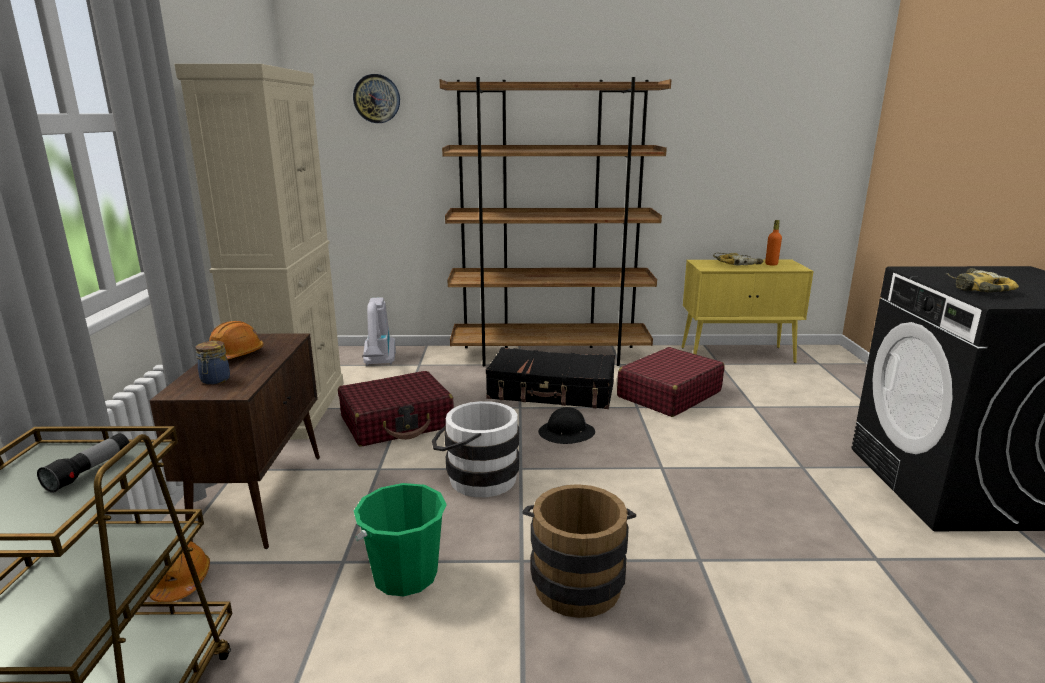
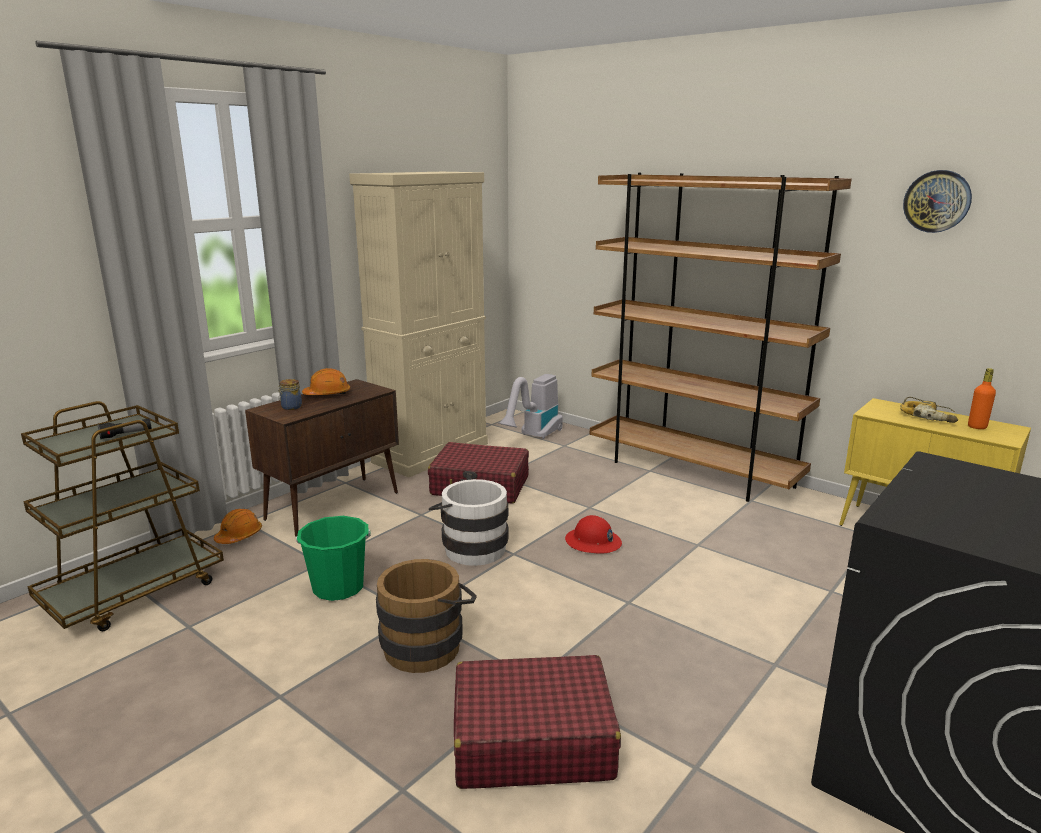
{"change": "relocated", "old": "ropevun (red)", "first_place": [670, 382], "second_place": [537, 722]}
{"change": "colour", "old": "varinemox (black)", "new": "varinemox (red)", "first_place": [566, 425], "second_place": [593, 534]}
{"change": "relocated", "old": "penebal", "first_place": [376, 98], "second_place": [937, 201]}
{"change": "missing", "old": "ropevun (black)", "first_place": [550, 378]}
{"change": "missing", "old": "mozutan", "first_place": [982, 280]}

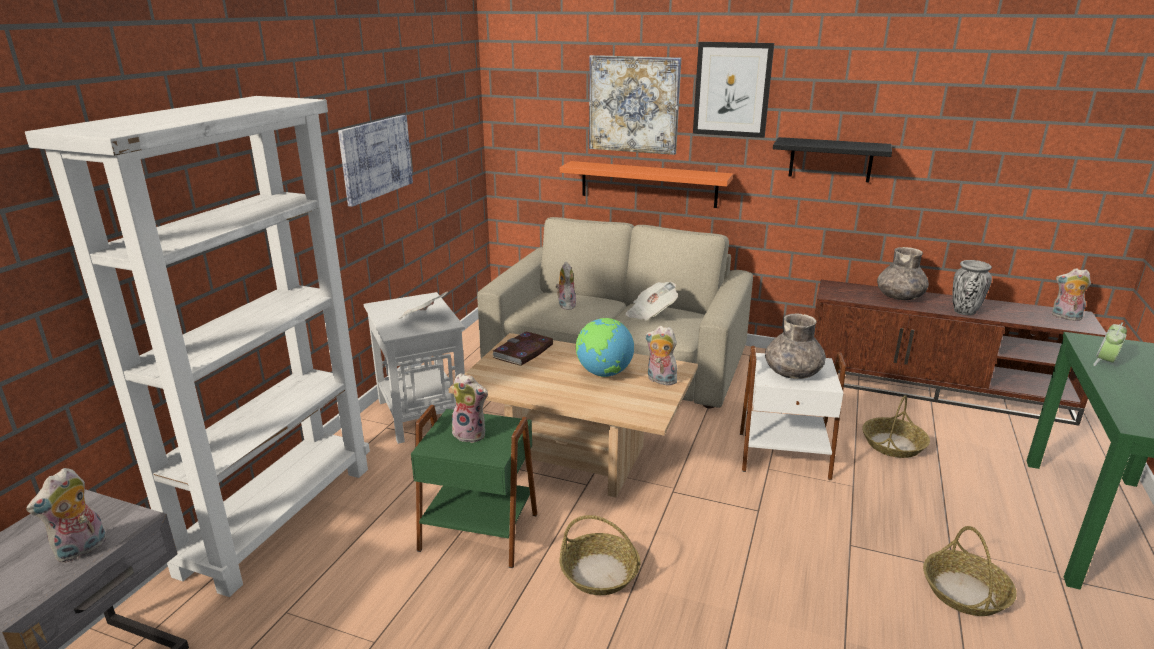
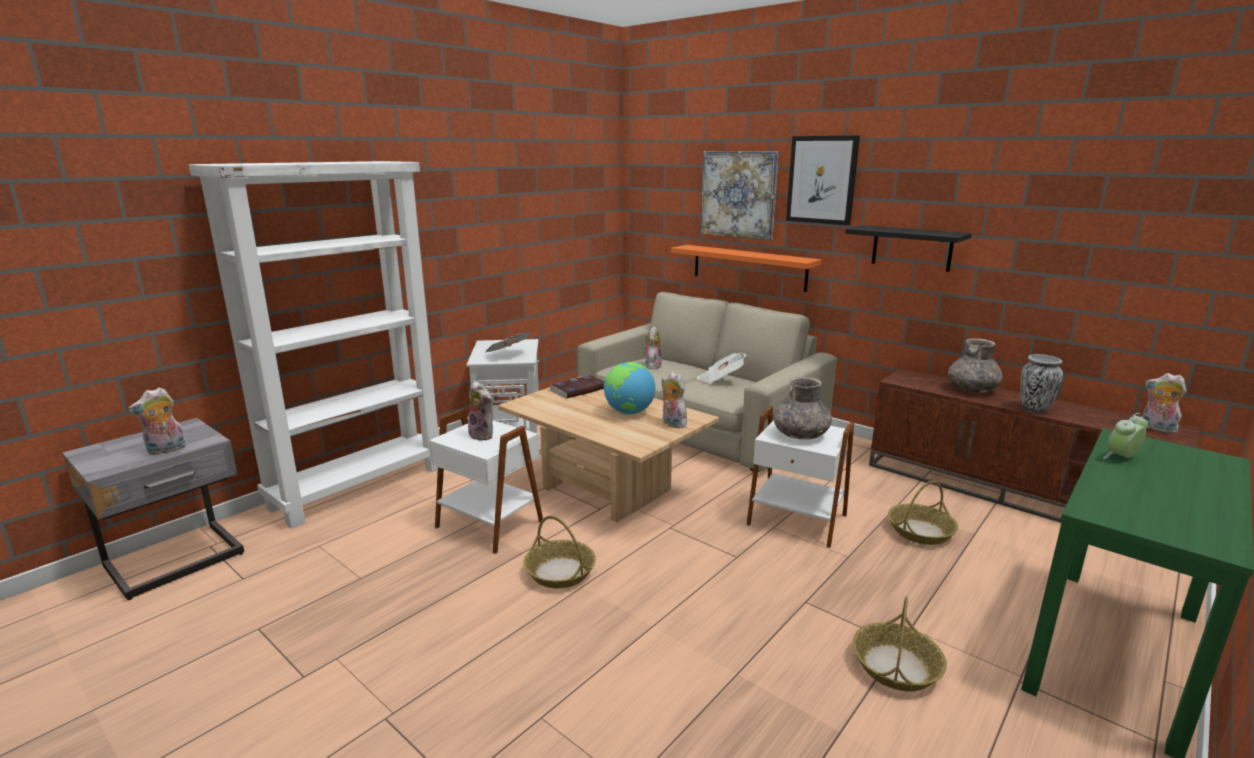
{"change": "colour", "old": "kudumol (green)", "new": "kudumol (white)", "first_place": [474, 486], "second_place": [486, 481]}
{"change": "missing", "old": "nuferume", "first_place": [375, 161]}

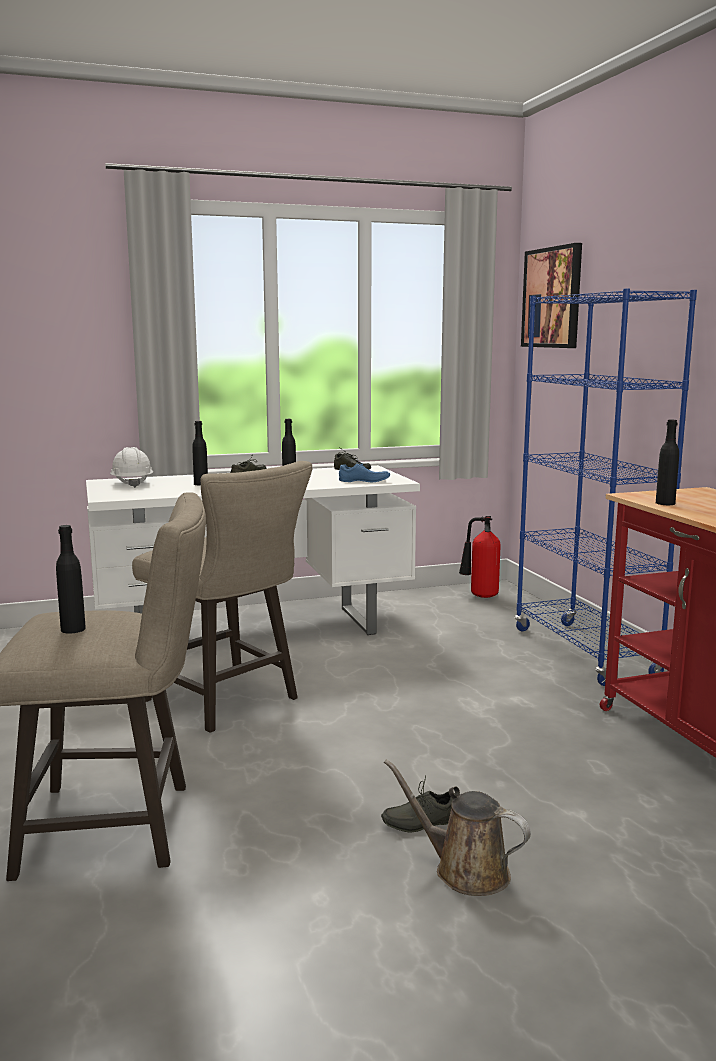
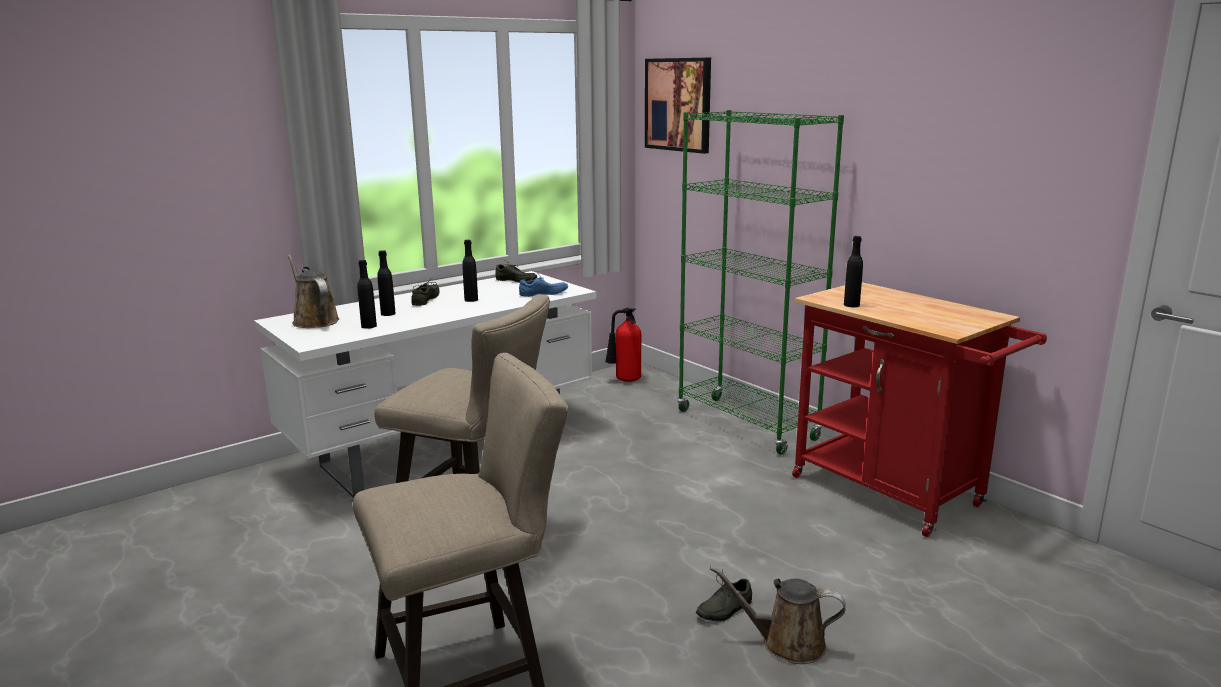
{"change": "exchanged", "old": "varinemox (white)", "new": "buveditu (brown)", "first_place": [131, 467], "second_place": [314, 291]}
{"change": "relocated", "old": "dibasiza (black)", "first_place": [71, 579], "second_place": [367, 294]}
{"change": "colour", "old": "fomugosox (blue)", "new": "fomugosox (green)", "first_place": [605, 487], "second_place": [760, 282]}

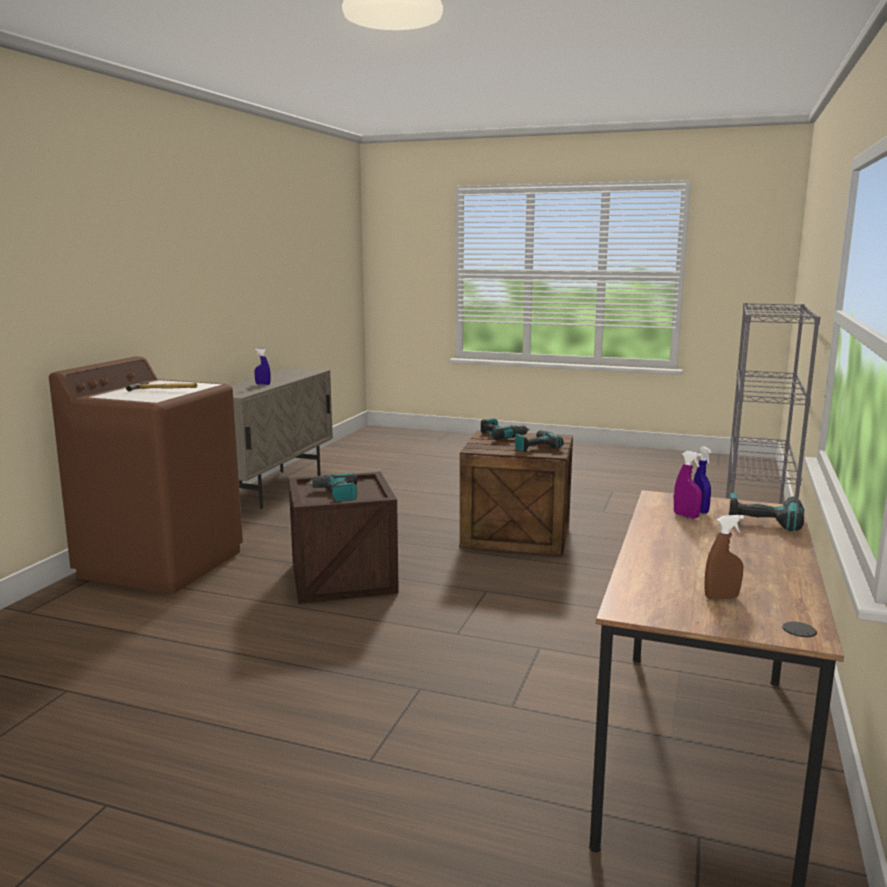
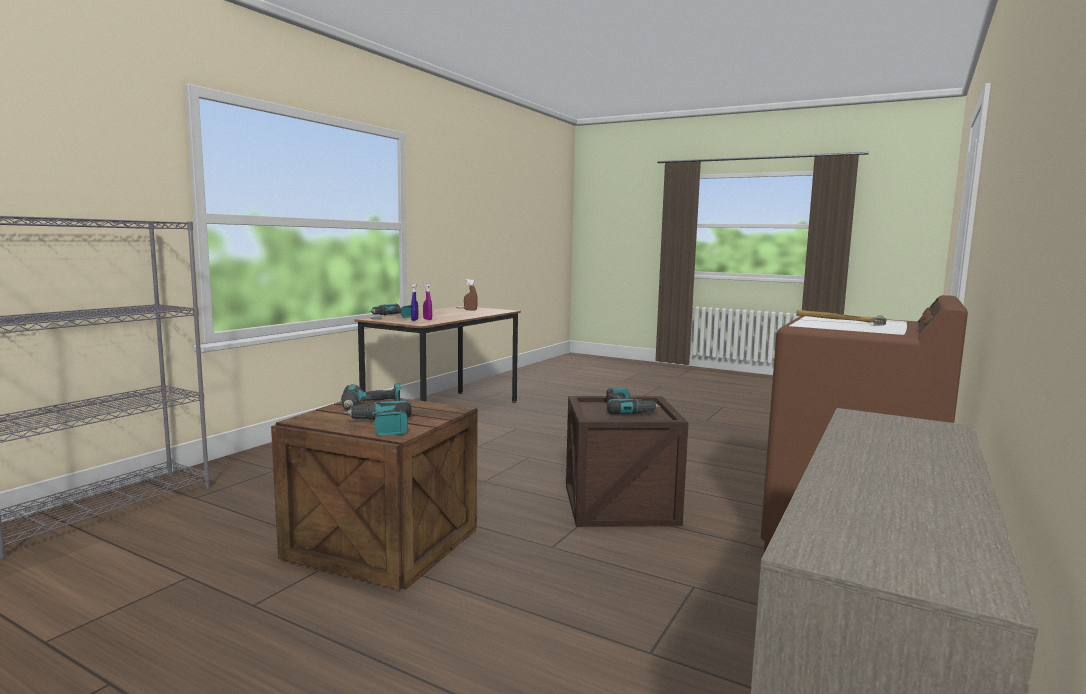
{"change": "missing", "old": "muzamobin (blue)", "first_place": [262, 366]}

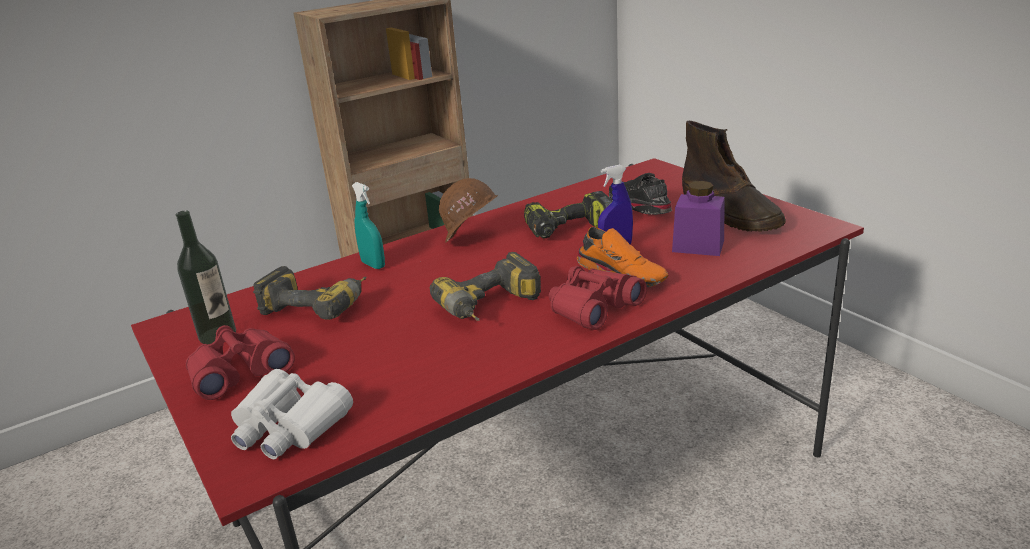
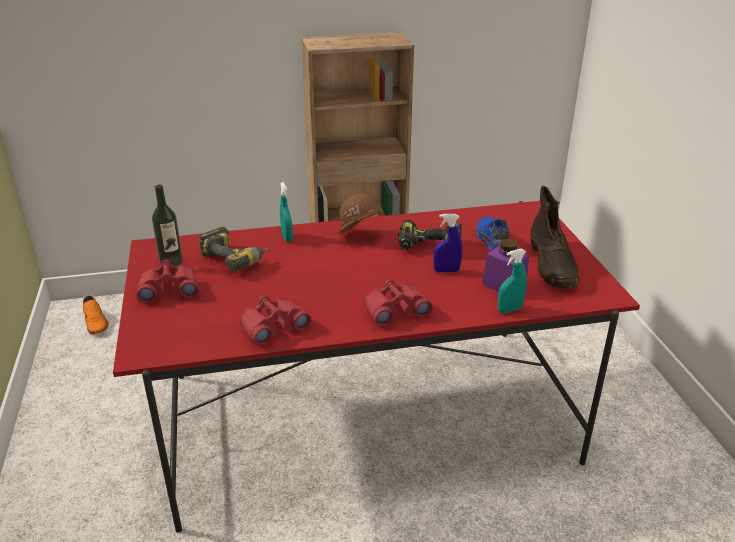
{"change": "relocated", "old": "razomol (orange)", "first_place": [622, 257], "second_place": [96, 315]}
{"change": "appeared", "new": "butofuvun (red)", "second_place": [275, 321]}
{"change": "colour", "old": "razomol (black)", "new": "razomol (blue)", "first_place": [640, 194], "second_place": [493, 234]}
{"change": "appeared", "new": "muzamobin (turquoise)", "second_place": [512, 281]}
{"change": "missing", "old": "butofuvun (white)", "first_place": [292, 414]}
{"change": "missing", "old": "mozutan", "first_place": [485, 286]}

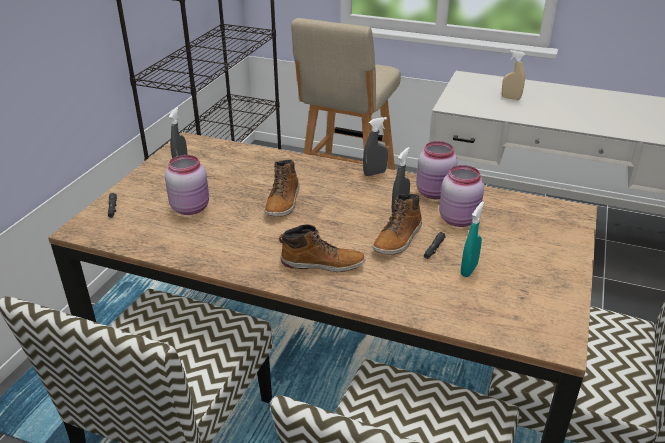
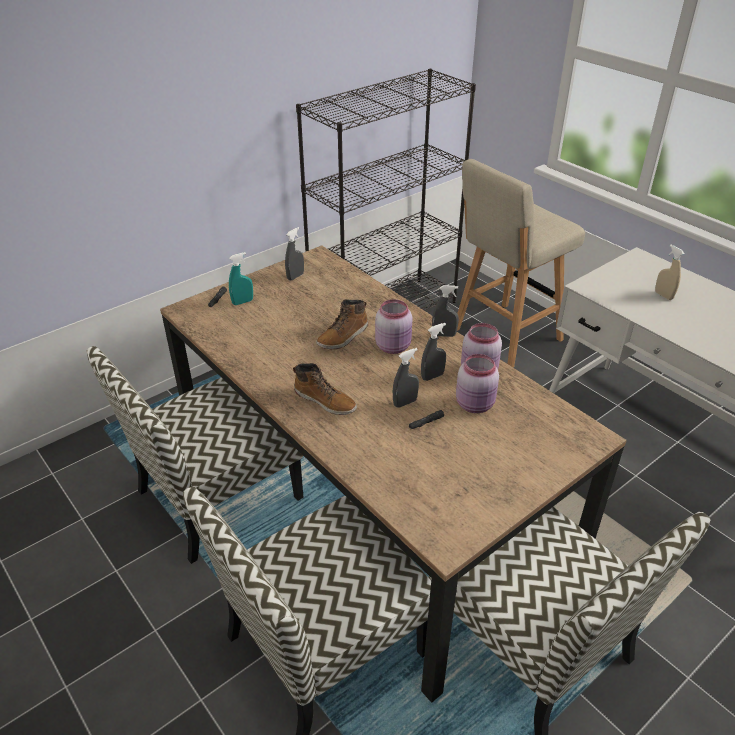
{"change": "relocated", "old": "muzamobin (turquoise)", "first_place": [472, 239], "second_place": [241, 278]}
{"change": "relocated", "old": "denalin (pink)", "first_place": [187, 185], "second_place": [393, 326]}
{"change": "exchanged", "old": "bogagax", "new": "muzamobin (grey)", "first_place": [397, 224], "second_place": [406, 378]}

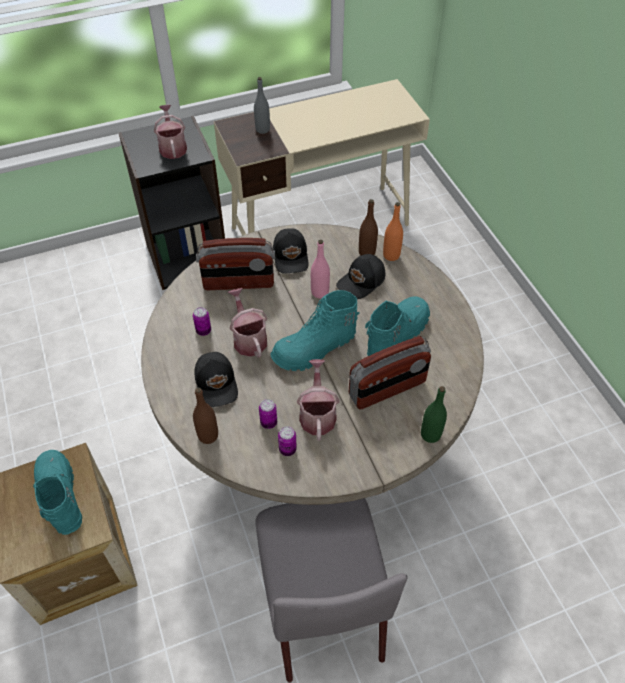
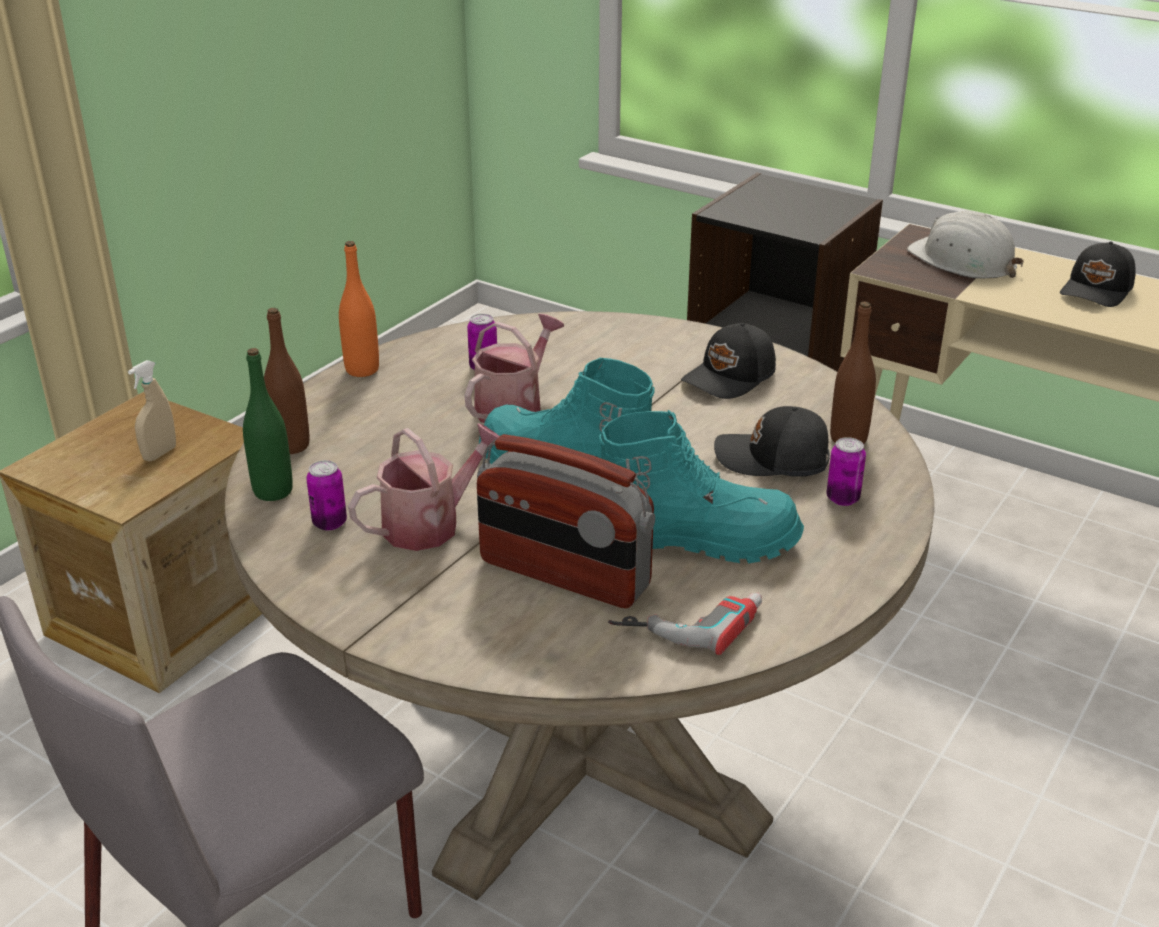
{"change": "exchanged", "old": "bogagax (turquoise)", "new": "muzamobin (beige)", "first_place": [57, 492], "second_place": [152, 410]}
{"change": "relocated", "old": "dibasiza (green)", "first_place": [434, 414], "second_place": [268, 424]}
{"change": "relocated", "old": "dibasiza (orange)", "first_place": [393, 231], "second_place": [359, 309]}
{"change": "appeared", "new": "mozutan", "second_place": [685, 624]}
{"change": "relocated", "old": "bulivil", "first_place": [268, 414], "second_place": [846, 471]}
{"change": "exchanged", "old": "dibasiza (grey)", "new": "varinemox (white)", "first_place": [262, 105], "second_place": [965, 244]}
{"change": "relocated", "old": "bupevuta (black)", "first_place": [216, 379], "second_place": [1098, 274]}
{"change": "missing", "old": "buveditu", "first_place": [170, 132]}
{"change": "missing", "old": "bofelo", "first_place": [235, 264]}
{"change": "missing", "old": "dibasiza (pink)", "first_place": [320, 269]}

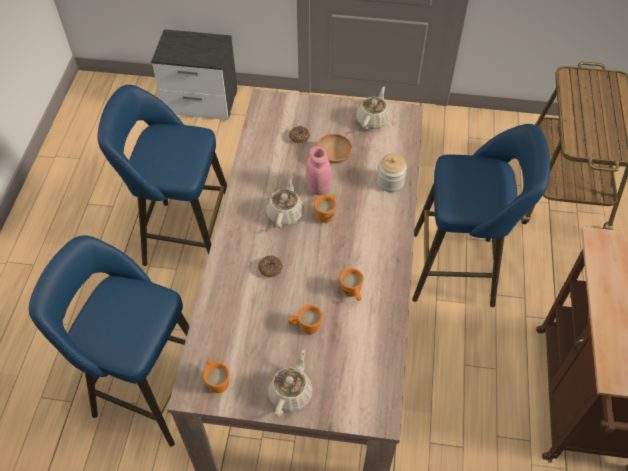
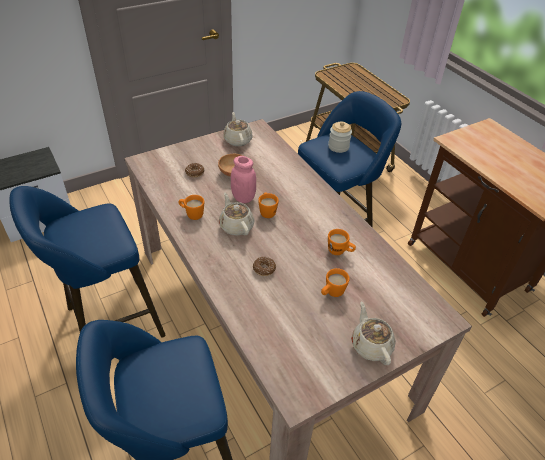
{"change": "relocated", "old": "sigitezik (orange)", "first_place": [216, 376], "second_place": [191, 207]}
{"change": "relocated", "old": "denalin", "first_place": [392, 173], "second_place": [340, 137]}

